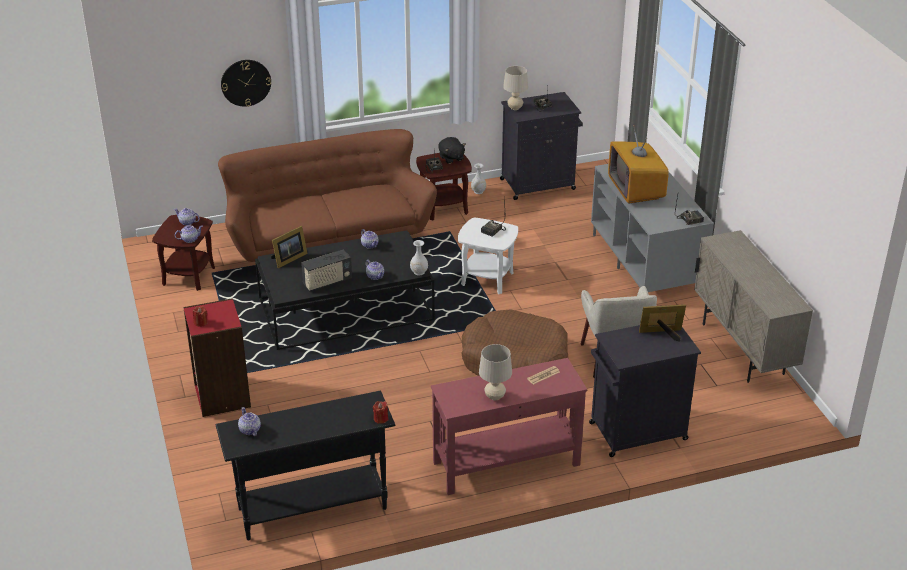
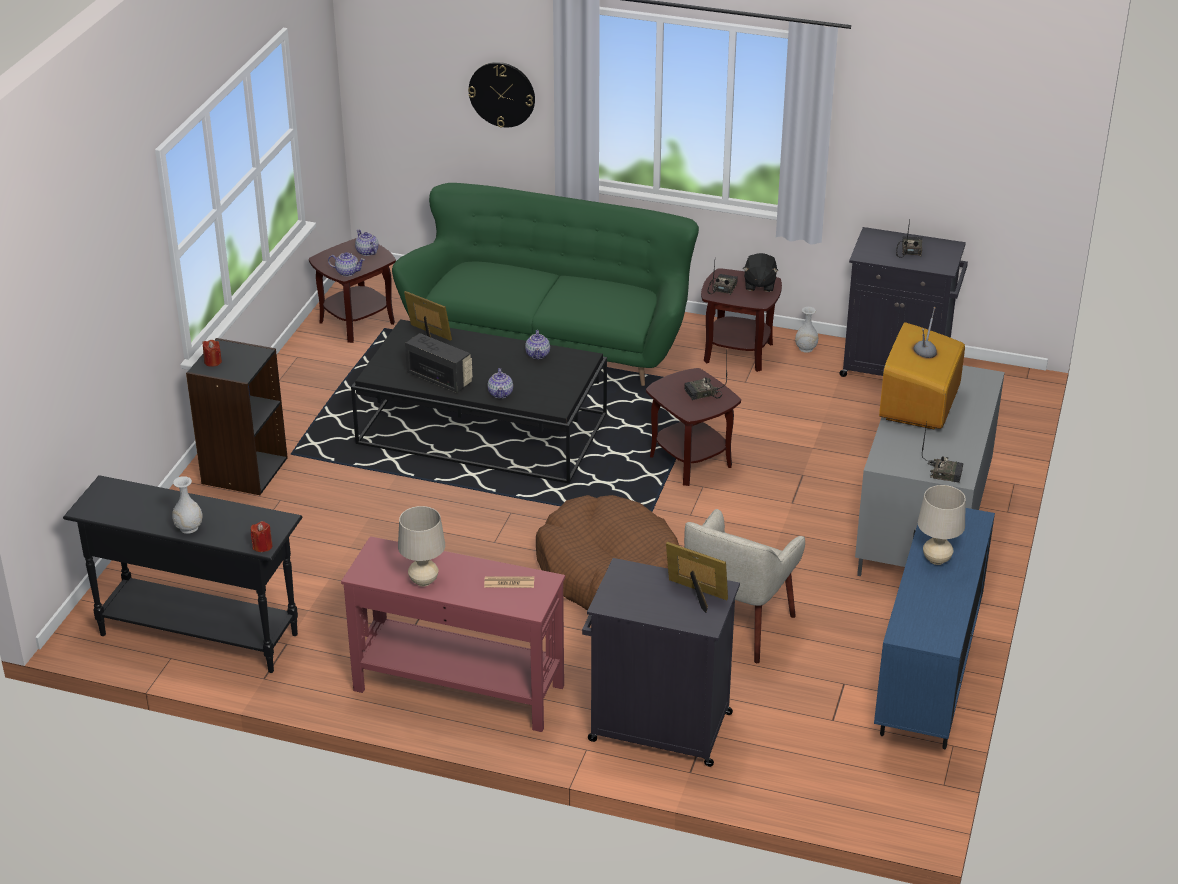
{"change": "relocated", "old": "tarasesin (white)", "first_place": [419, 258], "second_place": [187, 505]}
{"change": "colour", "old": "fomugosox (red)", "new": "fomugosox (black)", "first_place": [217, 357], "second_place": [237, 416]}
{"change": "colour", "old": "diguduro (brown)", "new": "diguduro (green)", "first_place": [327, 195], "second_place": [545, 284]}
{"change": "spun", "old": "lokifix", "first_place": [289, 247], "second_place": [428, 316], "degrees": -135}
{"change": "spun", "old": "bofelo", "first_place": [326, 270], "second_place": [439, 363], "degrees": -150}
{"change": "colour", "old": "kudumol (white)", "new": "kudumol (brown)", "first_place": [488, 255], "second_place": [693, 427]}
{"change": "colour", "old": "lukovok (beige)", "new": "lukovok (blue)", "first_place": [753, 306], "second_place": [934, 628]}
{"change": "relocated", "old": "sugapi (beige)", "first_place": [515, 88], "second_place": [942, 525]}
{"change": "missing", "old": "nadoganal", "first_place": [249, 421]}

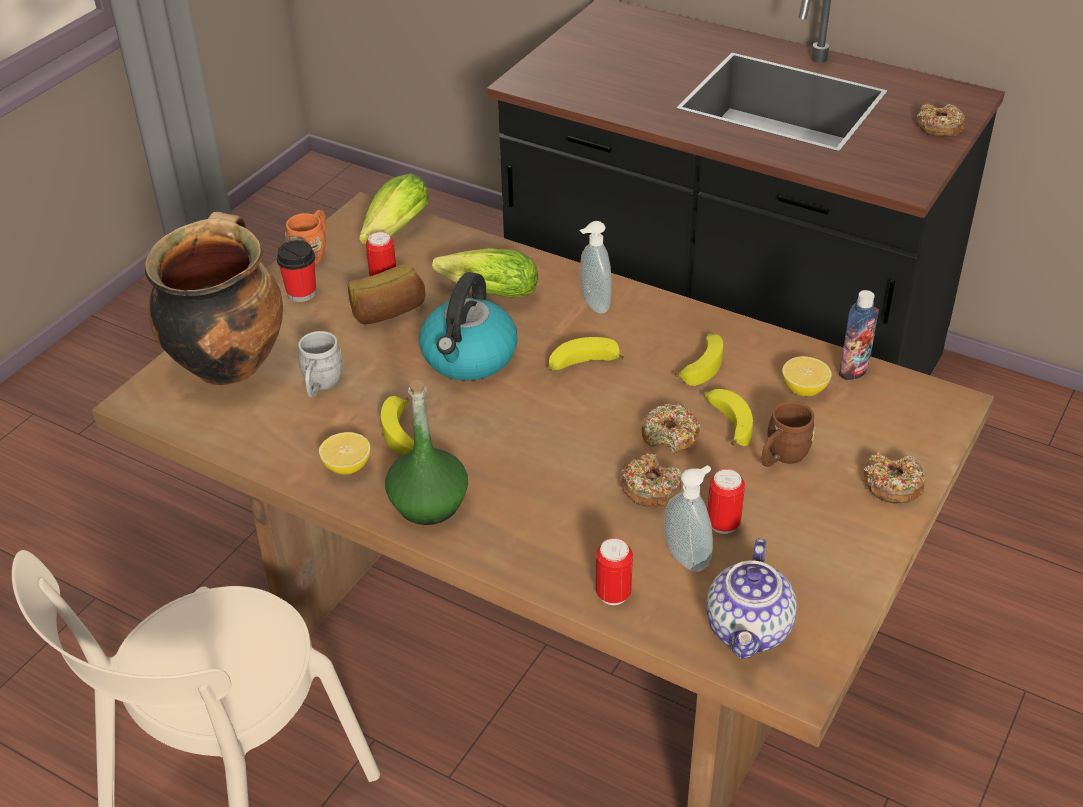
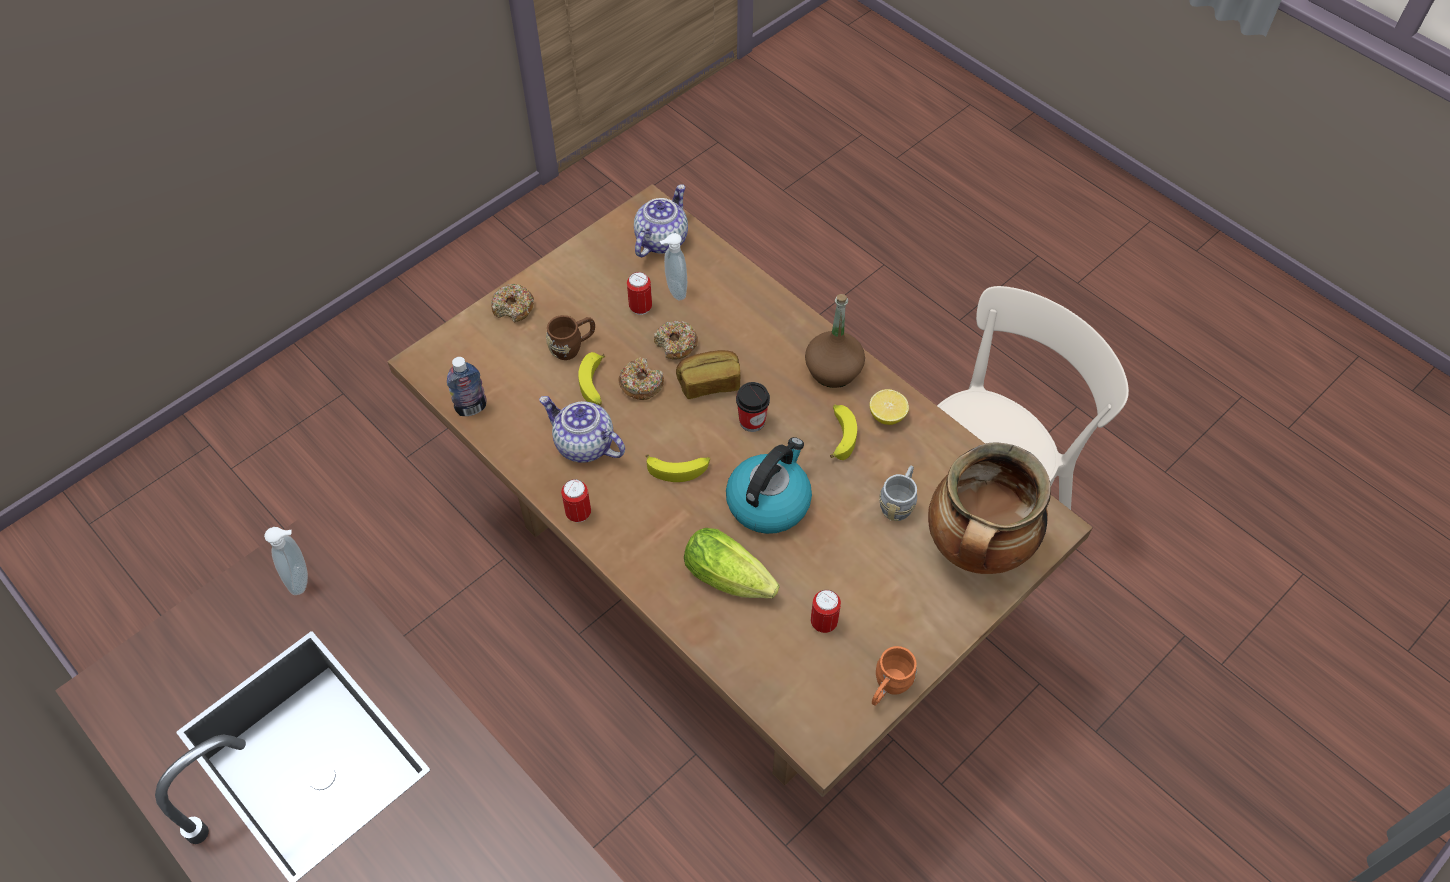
{"change": "relocated", "old": "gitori", "first_place": [596, 267], "second_place": [286, 561]}
{"change": "exchanged", "old": "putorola", "new": "nadoganal", "first_place": [699, 359], "second_place": [582, 429]}
{"change": "relocated", "old": "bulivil", "first_place": [614, 571], "second_place": [576, 500]}
{"change": "relocated", "old": "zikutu", "first_place": [387, 294], "second_place": [708, 374]}
{"change": "relocated", "old": "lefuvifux", "first_place": [296, 271], "second_place": [753, 407]}
{"change": "colour", "old": "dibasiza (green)", "new": "dibasiza (brown)", "first_place": [426, 452], "second_place": [835, 341]}
{"change": "missing", "old": "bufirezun", "first_place": [393, 209]}
{"change": "missing", "old": "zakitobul", "first_place": [807, 376]}
{"change": "missing", "old": "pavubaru", "first_place": [941, 121]}

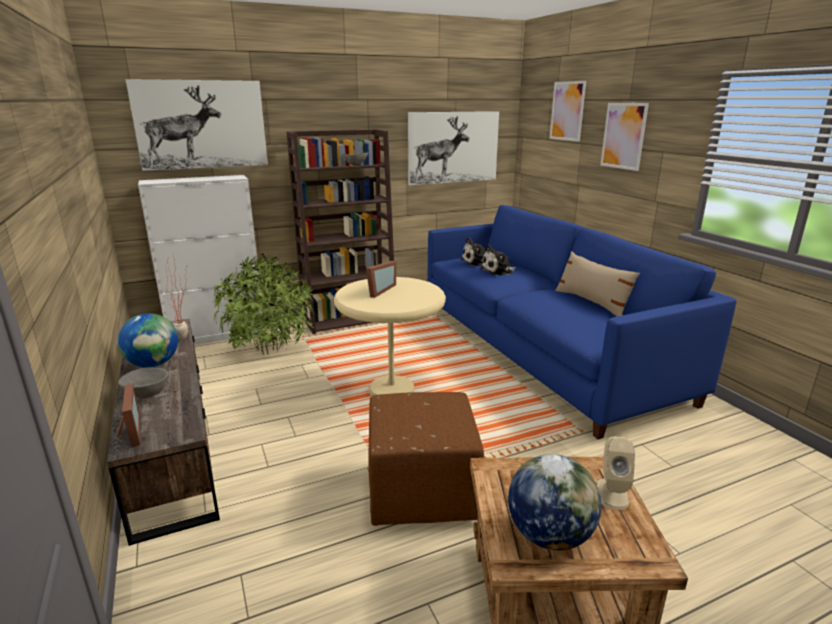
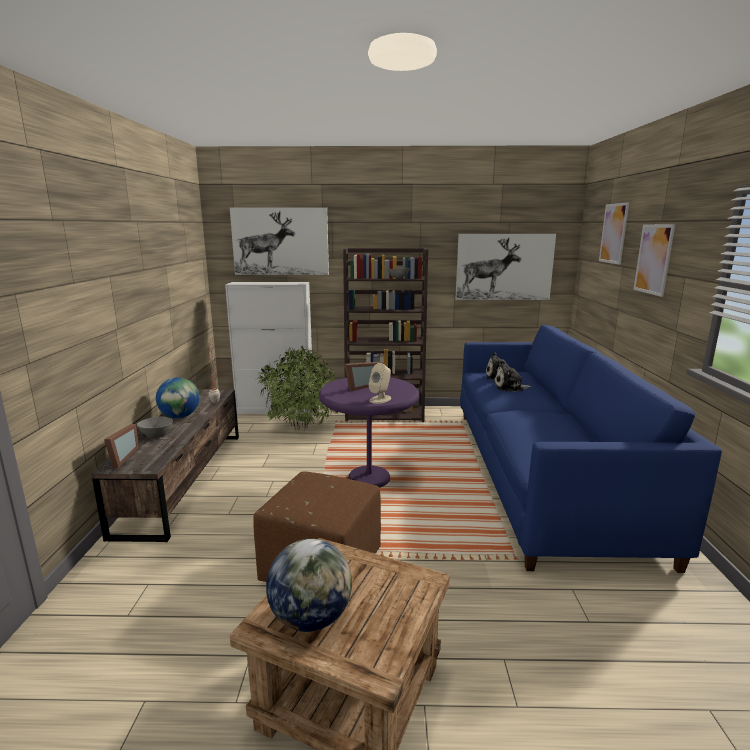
{"change": "colour", "old": "kudumol (beige)", "new": "kudumol (purple)", "first_place": [390, 336], "second_place": [369, 432]}
{"change": "relocated", "old": "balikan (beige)", "first_place": [615, 473], "second_place": [380, 383]}
{"change": "missing", "old": "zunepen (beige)", "first_place": [597, 283]}

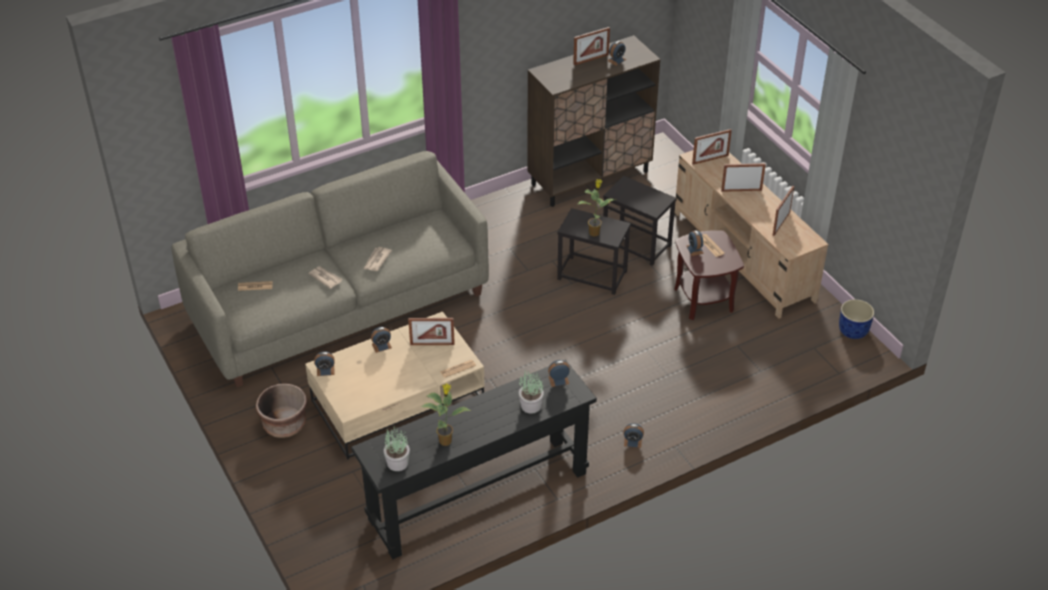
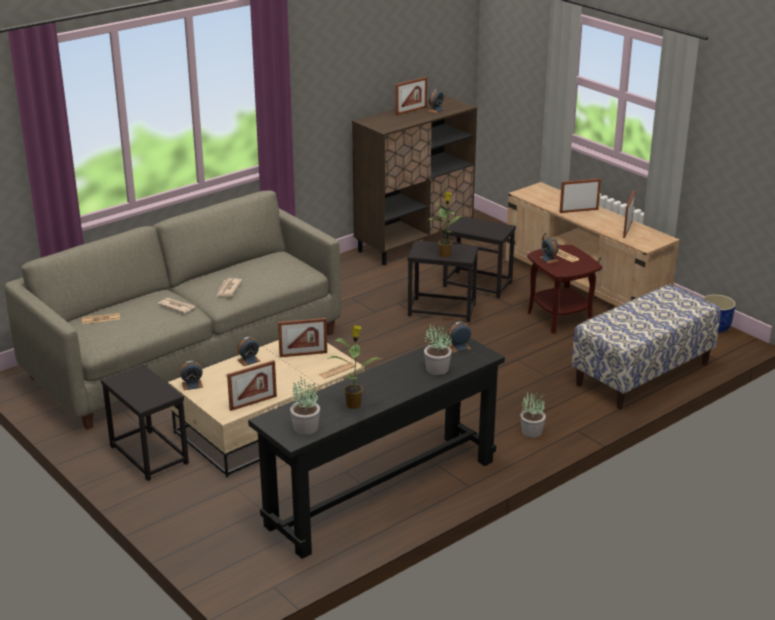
{"change": "exchanged", "old": "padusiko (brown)", "new": "kudumol (black)", "first_place": [281, 410], "second_place": [145, 422]}
{"change": "relocated", "old": "lokifix", "first_place": [712, 147], "second_place": [252, 385]}
{"change": "exchanged", "old": "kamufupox", "new": "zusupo", "first_place": [634, 435], "second_place": [533, 414]}
{"change": "appeared", "new": "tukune", "second_place": [646, 346]}

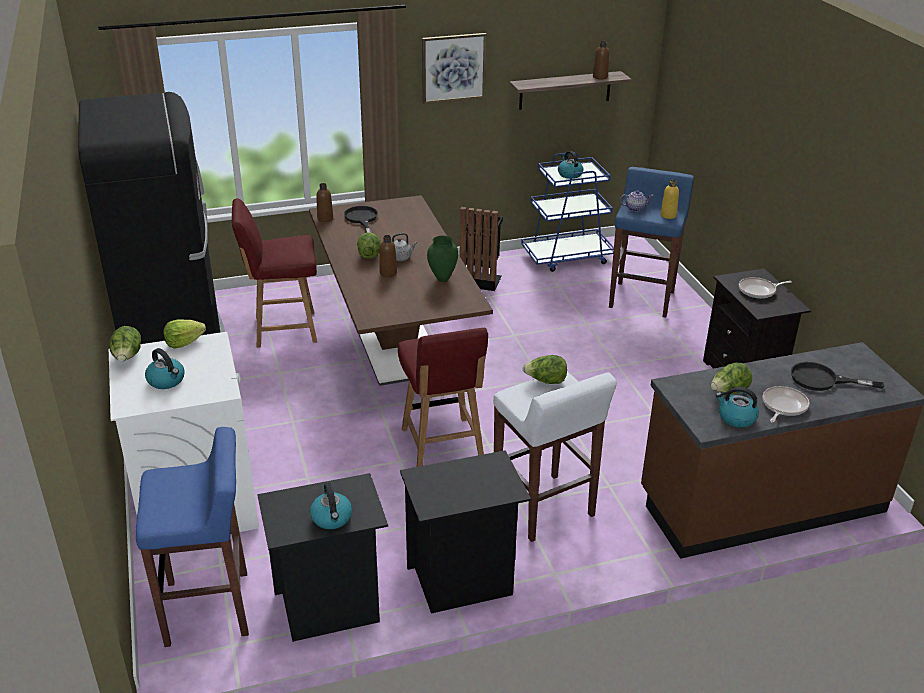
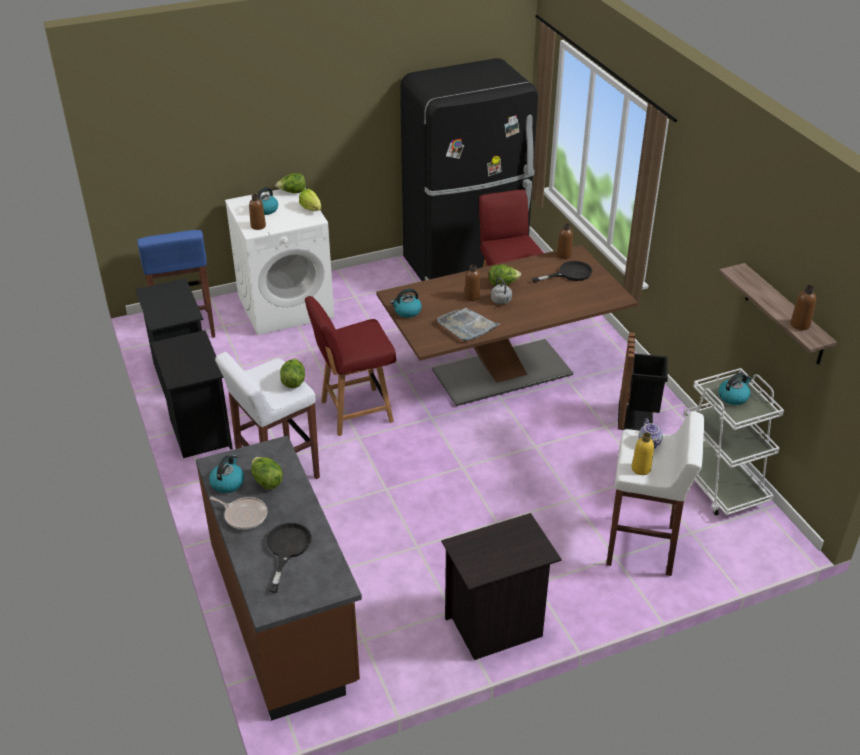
{"change": "appeared", "new": "dibasiza (brown)", "second_place": [257, 212]}
{"change": "relocated", "old": "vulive", "first_place": [331, 506], "second_place": [406, 303]}
{"change": "exchanged", "old": "tarasesin (green)", "new": "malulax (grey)", "first_place": [442, 259], "second_place": [468, 324]}
{"change": "colour", "old": "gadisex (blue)", "new": "gadisex (white)", "first_place": [651, 242], "second_place": [655, 493]}
{"change": "colour", "old": "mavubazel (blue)", "new": "mavubazel (white)", "first_place": [567, 212], "second_place": [733, 441]}
{"change": "missing", "old": "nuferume", "first_place": [454, 68]}
{"change": "missing", "old": "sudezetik", "first_place": [765, 288]}

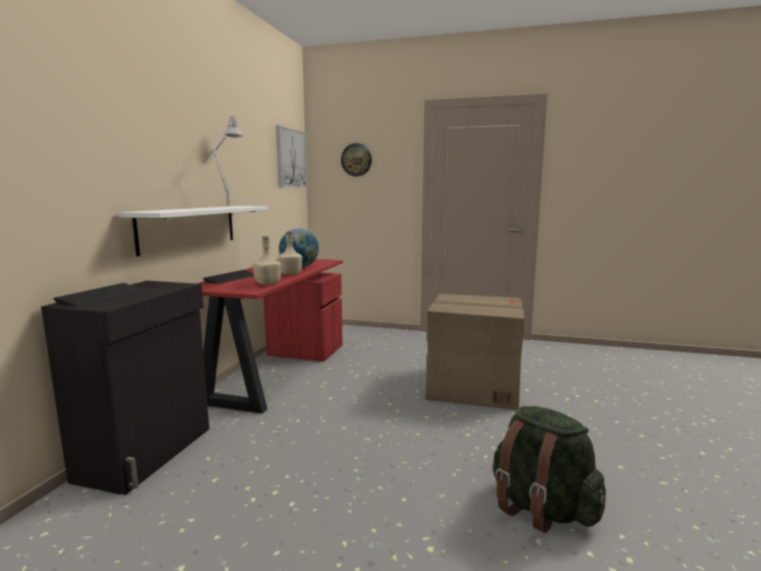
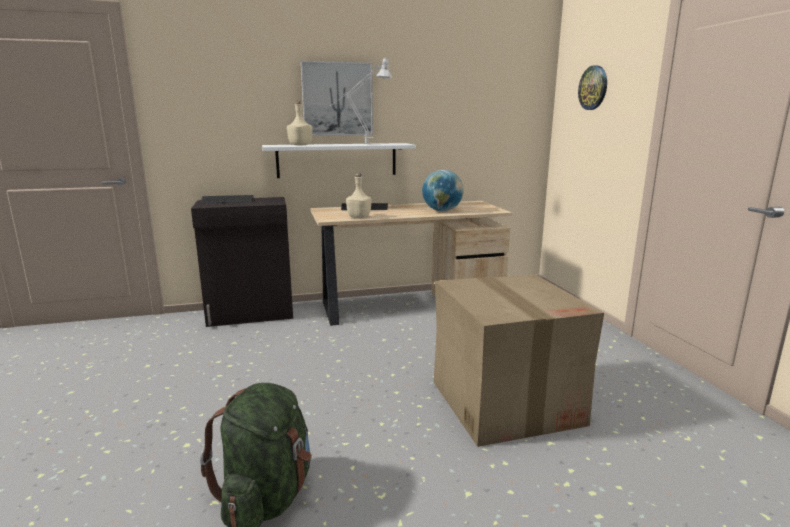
{"change": "relocated", "old": "dibasiza (beige)", "first_place": [290, 253], "second_place": [300, 123]}
{"change": "relocated", "old": "nuferume", "first_place": [291, 156], "second_place": [337, 98]}
{"change": "colour", "old": "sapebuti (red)", "new": "sapebuti (beige)", "first_place": [269, 336], "second_place": [411, 263]}

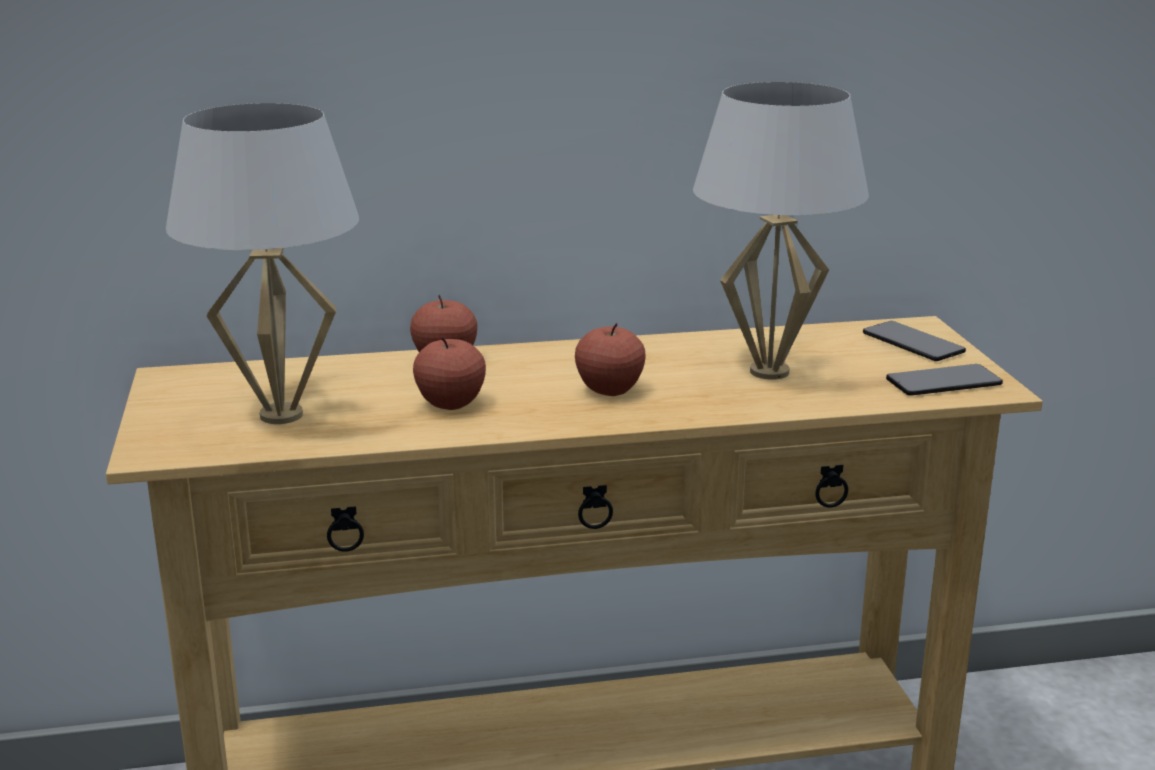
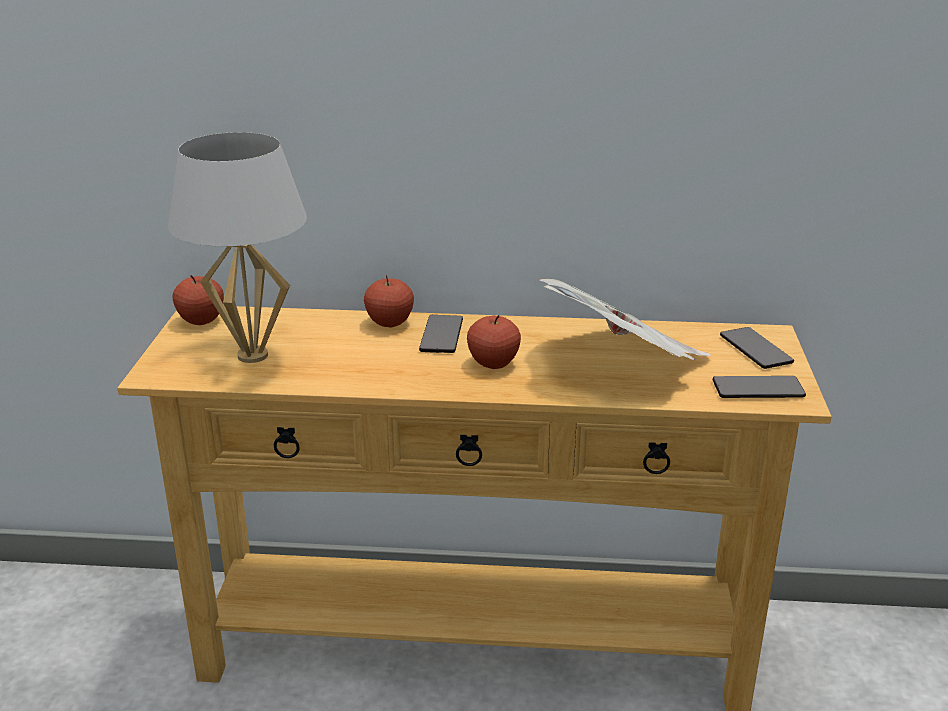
{"change": "relocated", "old": "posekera", "first_place": [449, 373], "second_place": [198, 300]}
{"change": "appeared", "new": "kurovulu", "second_place": [441, 334]}
{"change": "exchanged", "old": "sugapi (white)", "new": "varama", "first_place": [781, 231], "second_place": [625, 319]}

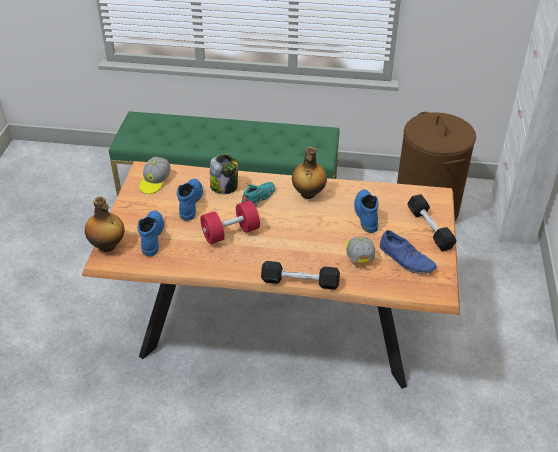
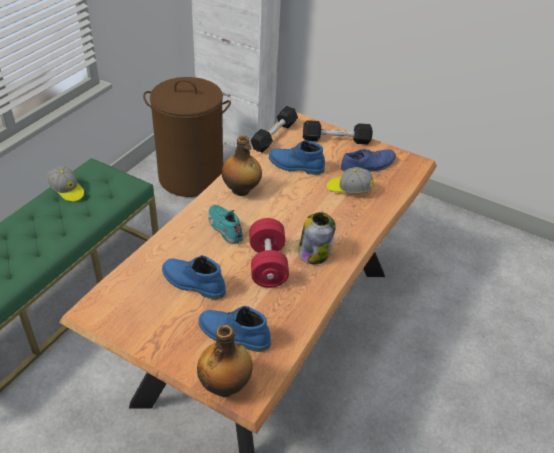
{"change": "relocated", "old": "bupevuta", "first_place": [155, 175], "second_place": [66, 184]}
{"change": "relocated", "old": "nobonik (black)", "first_place": [300, 275], "second_place": [274, 129]}
{"change": "relocated", "old": "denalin", "first_place": [224, 174], "second_place": [317, 238]}

